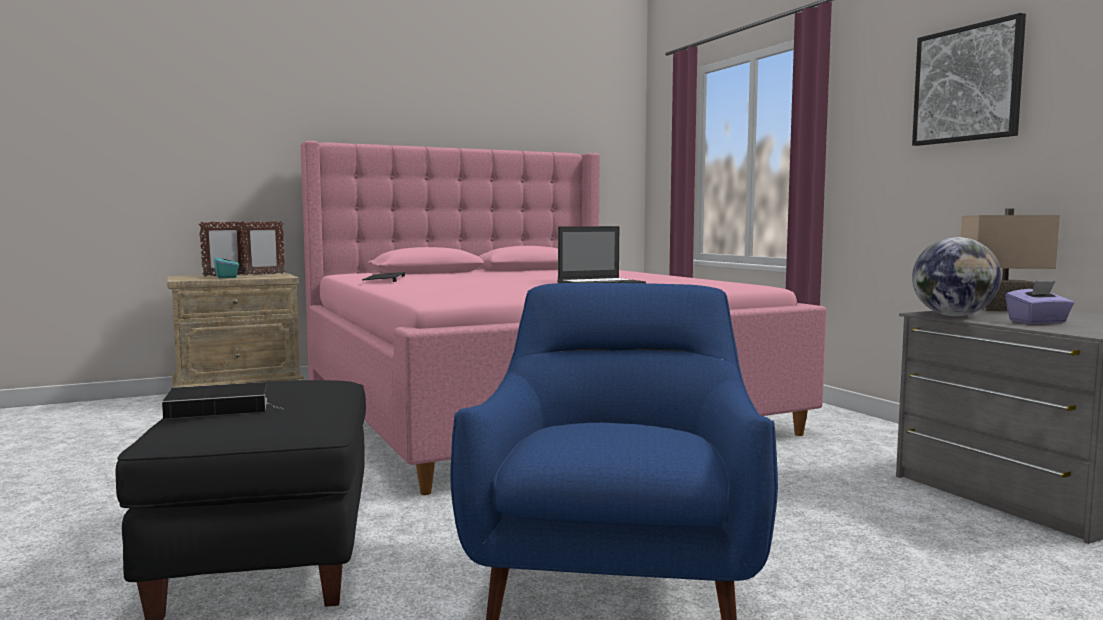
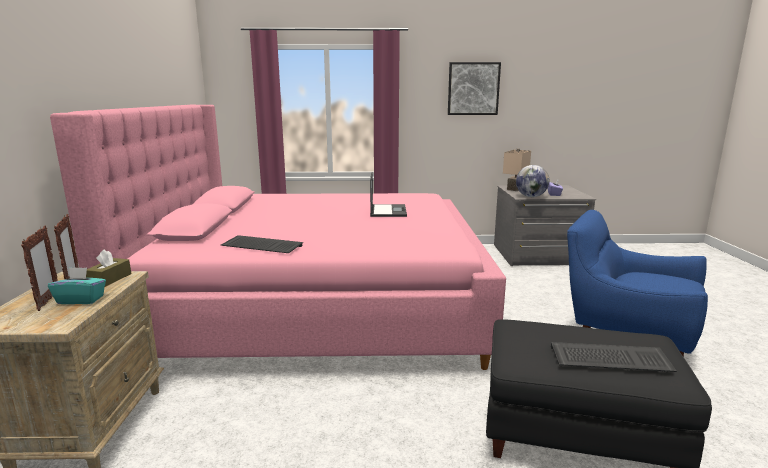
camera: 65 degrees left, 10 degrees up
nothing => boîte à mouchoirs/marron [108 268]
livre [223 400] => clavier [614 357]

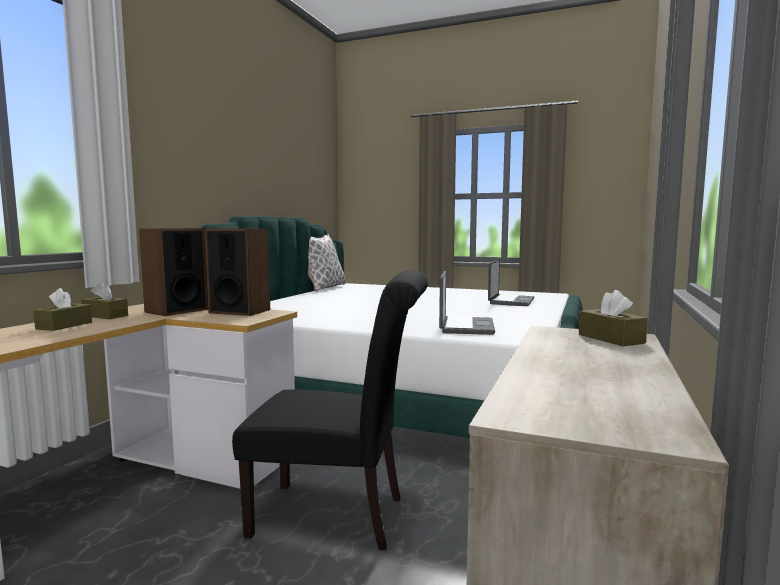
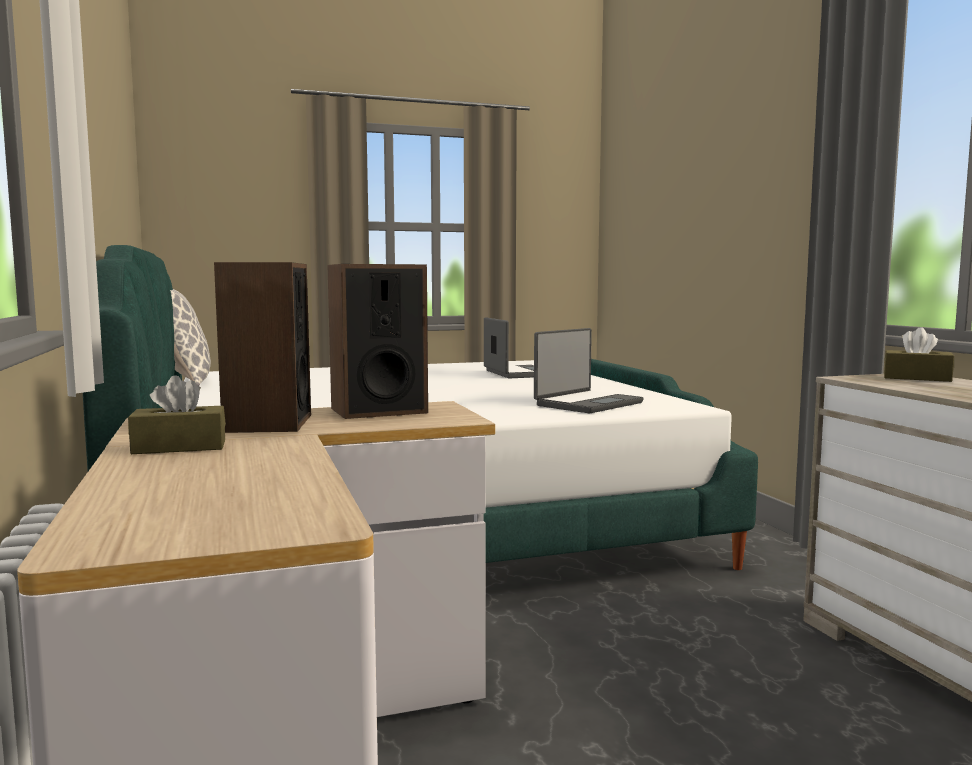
camera: 40 degrees left, 0 degrees up
boîte à mouchoirs/marron [62 309] => nothing
chaise/noir [330 410] => nothing
ordinateur portable [467 303] => ordinateur portable [589 371], 75 degrees clockwise

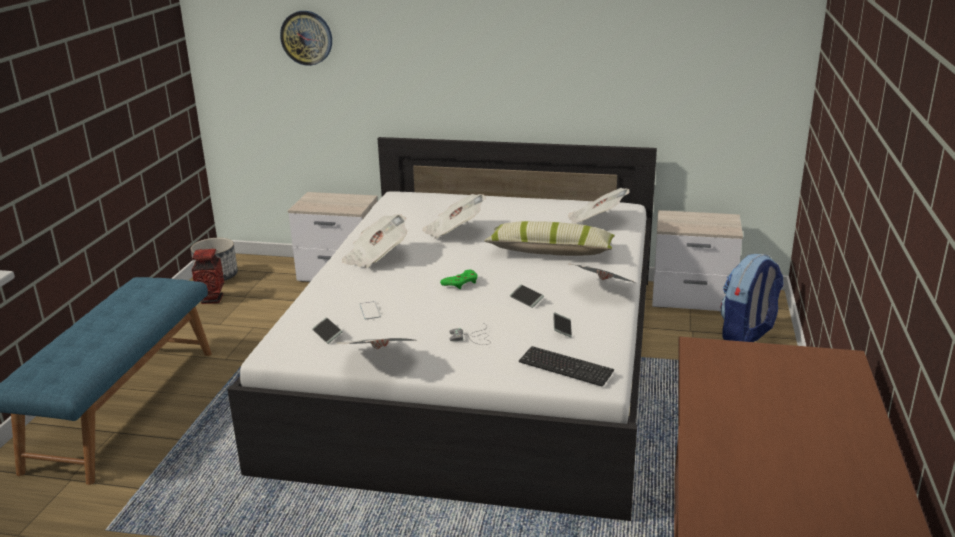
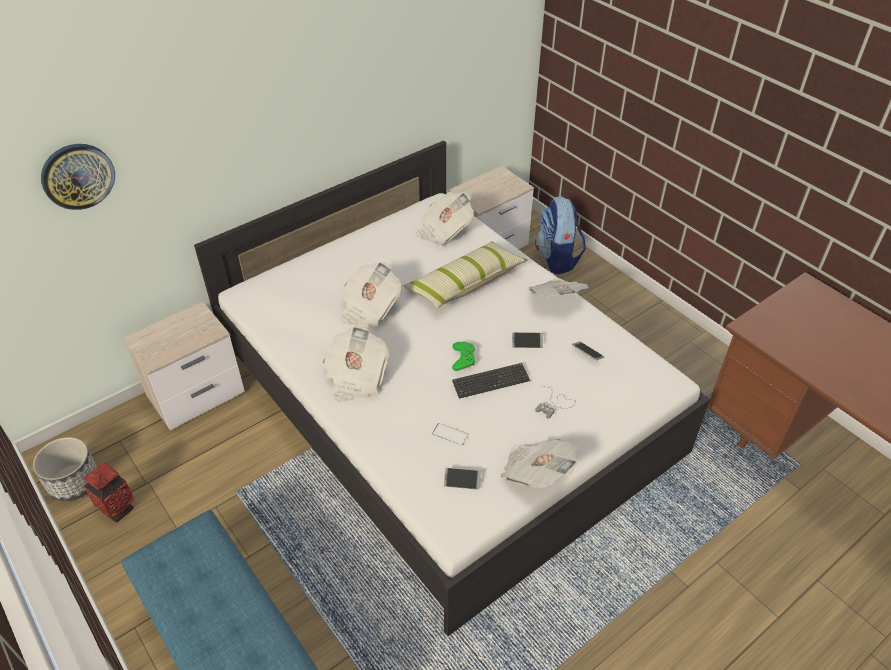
camera: 50 degrees left, 20 degrees up
clavier [566 366] => clavier [491 381], shifted

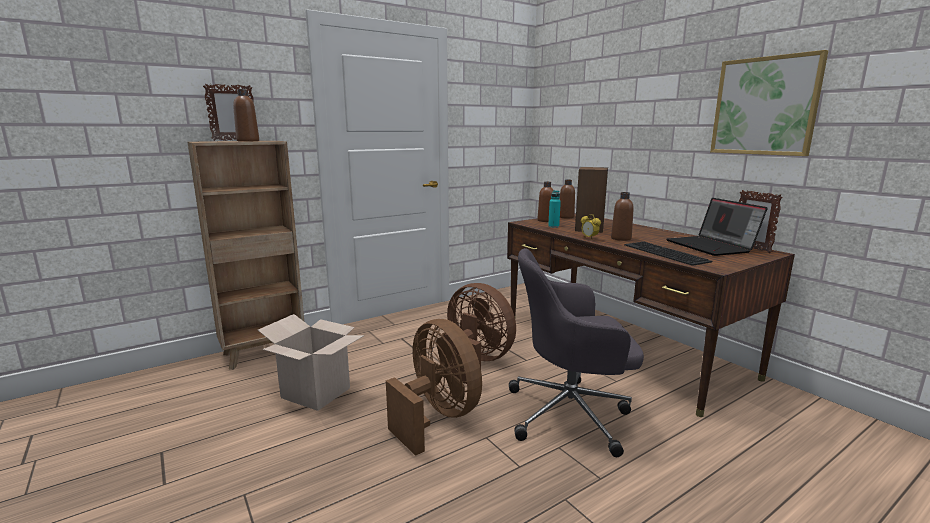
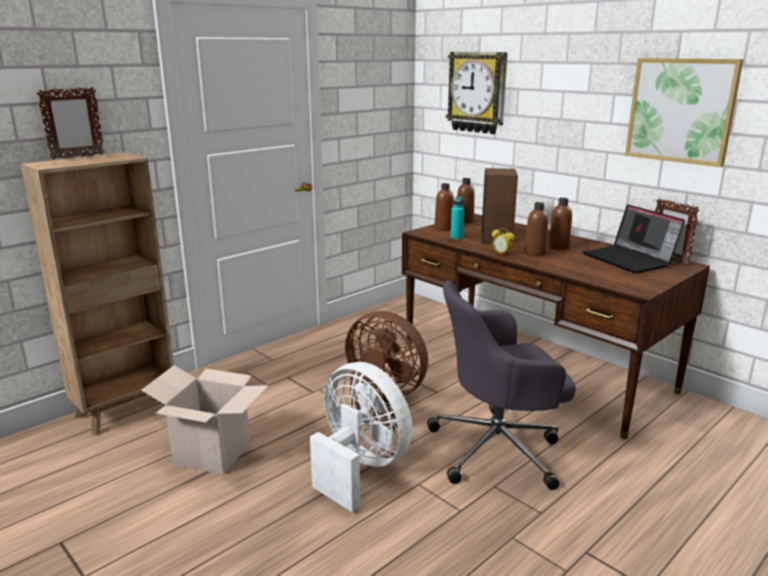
camera: 10 degrees left, 5 degrees up
clavier [668 254] => nothing
nothing => horloge murale [476 93]
bouteille/marron [246 115] => bouteille/marron [560 224], shifted
ventilateur/marron [434 387] => ventilateur/blanc [361 437]

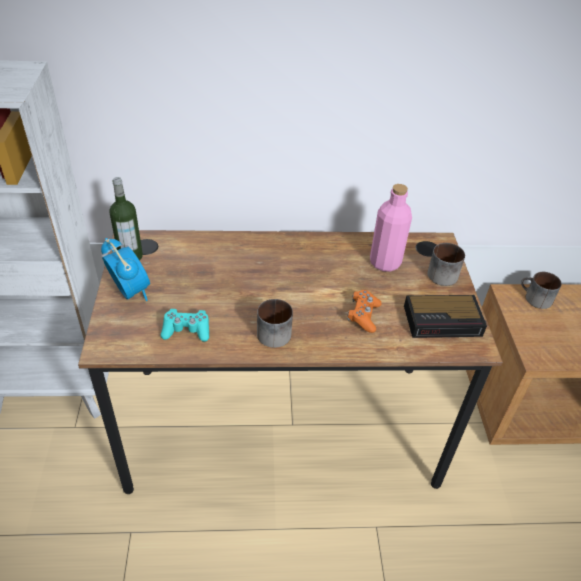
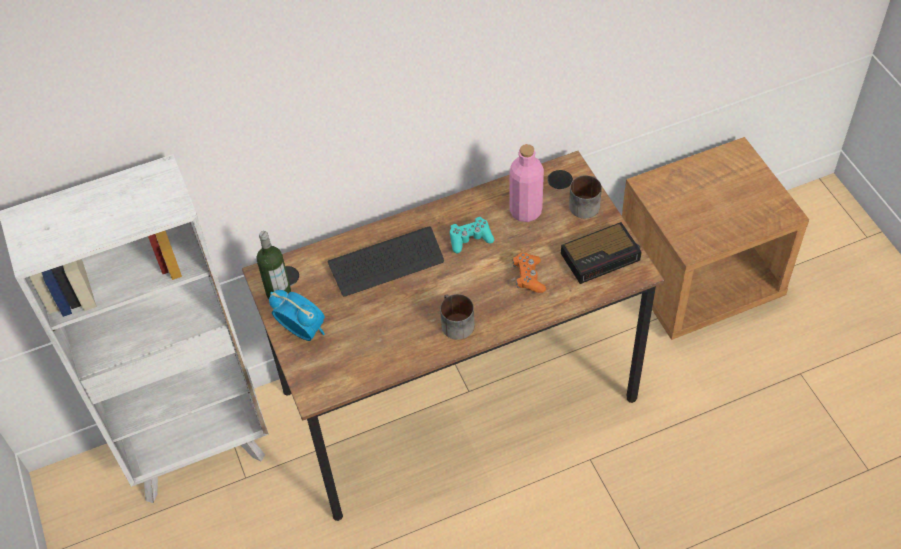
camera: 15 degrees left, 10 degrees up
mug [541 290] => nothing
nothing => clavier [385 262]
manette/turquoise [184 325] => manette/turquoise [472 235], shifted

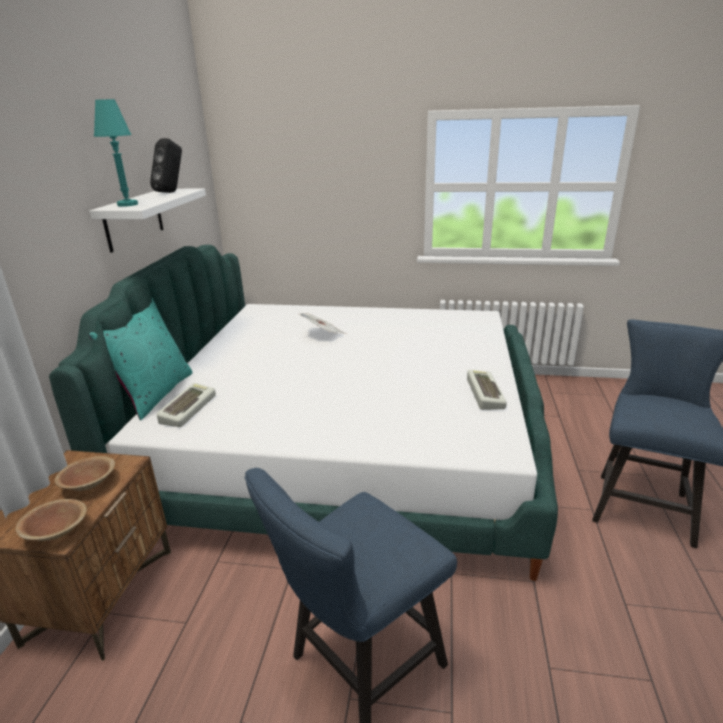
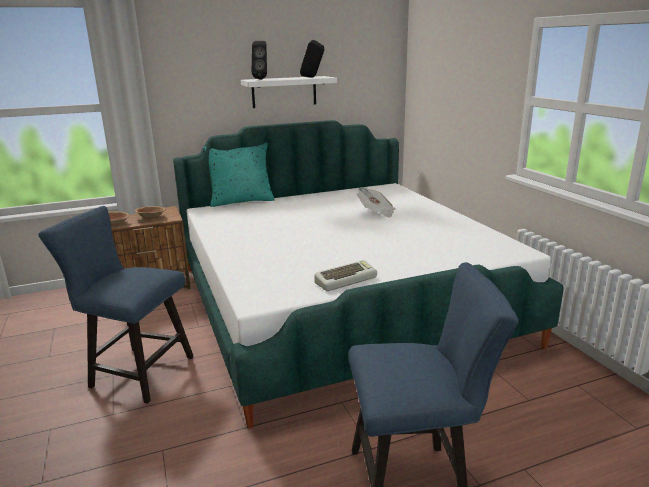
camera: 60 degrees right, 5 degrees down
clavier [186 405] => nothing
lampe de table/turquoise [116 153] => enceinte/noir [259 60]

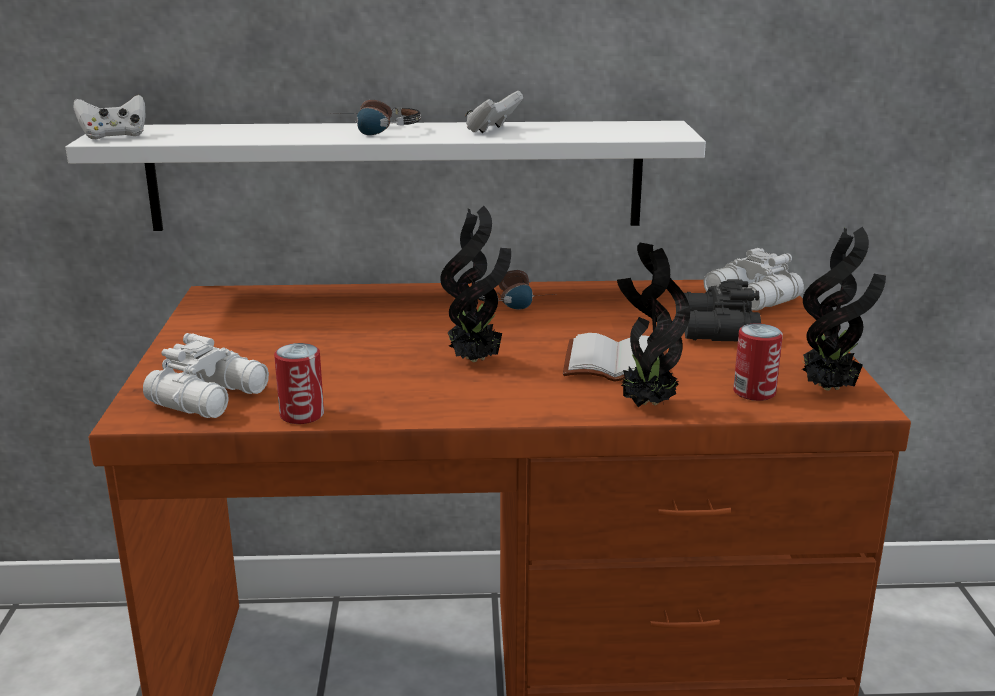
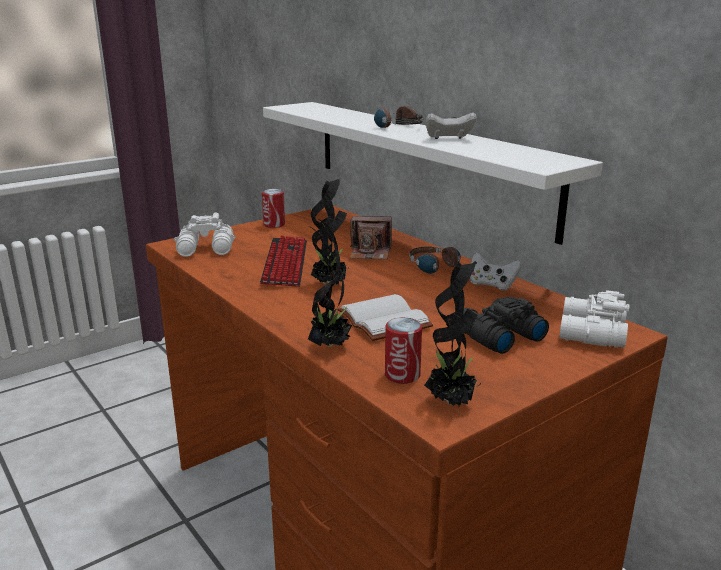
camera: 55 degrees right, 0 degrees up
nothing => clavier [283 261]
nothing => appareil photo [371 238]
manette/blanc [110 117] => manette/blanc [496 271], shifted
boîte métallique [299 383] => boîte métallique [273 208], shifted

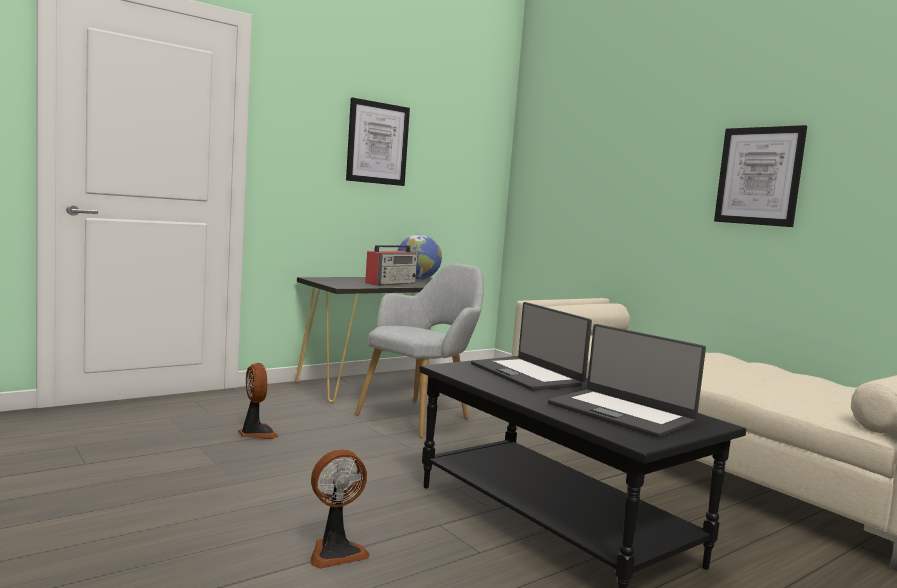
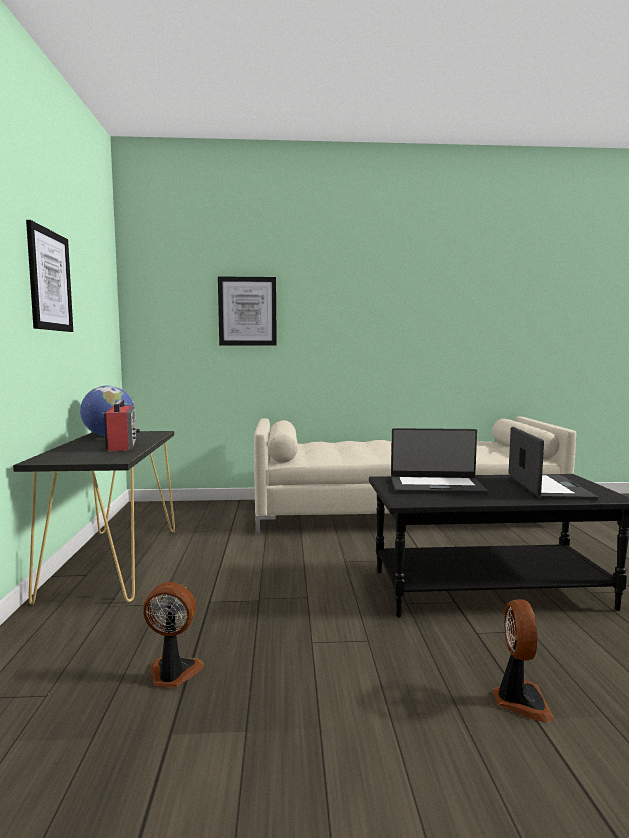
camera: 55 degrees left, 0 degrees up
fauteuil/gris [419 350] => nothing
tableau [760 176] => tableau [247 311], shifted
ordinateur portable [627 381] => ordinateur portable [553 463], 75 degrees counterclockwise

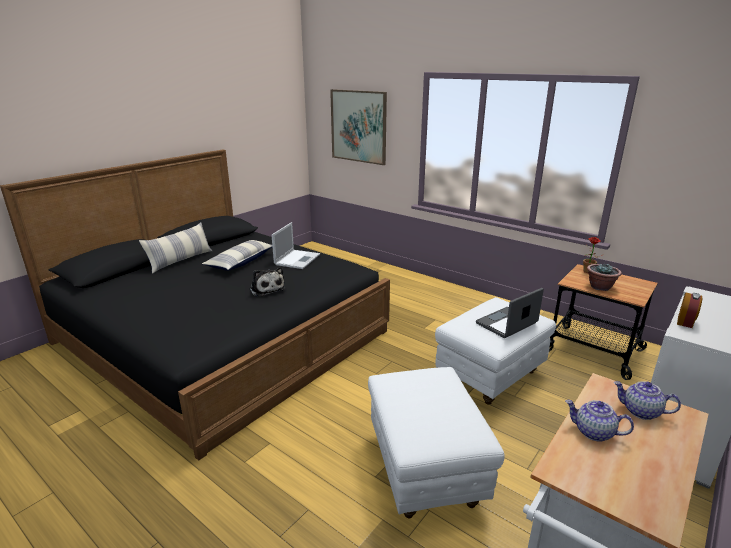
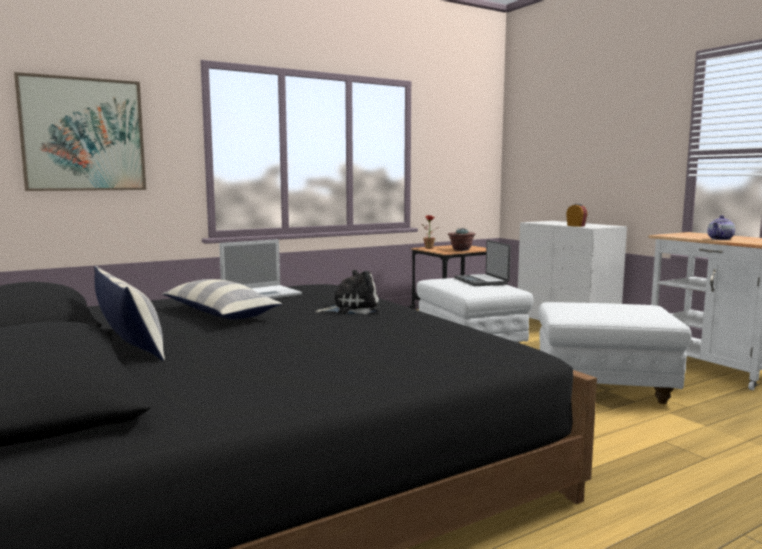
camera: 70 degrees left, 15 degrees down
théière [647 400] => nothing
ordinateur portable [296 245] => ordinateur portable [260 269], 105 degrees clockwise

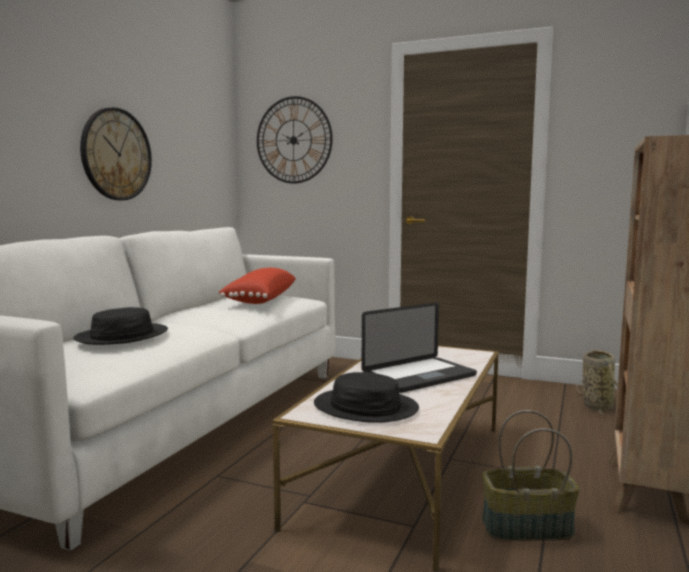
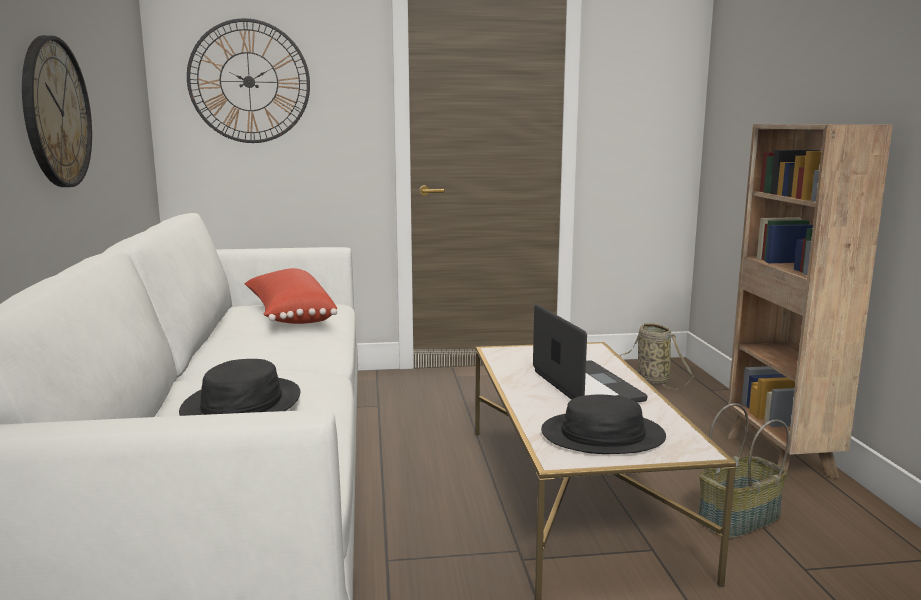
camera: 30 degrees left, 5 degrees up
ordinateur portable [419 348] => ordinateur portable [590 353], 45 degrees counterclockwise

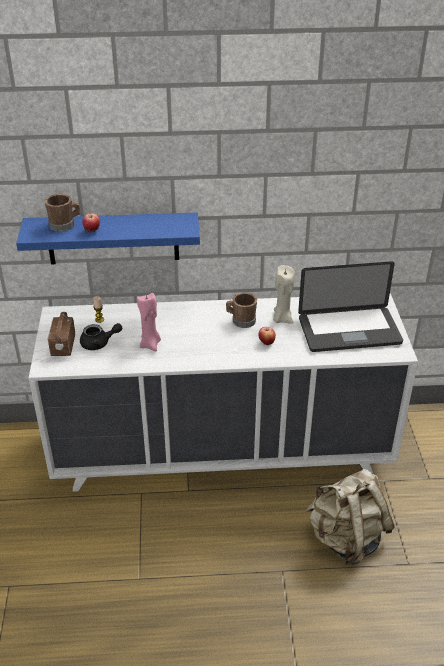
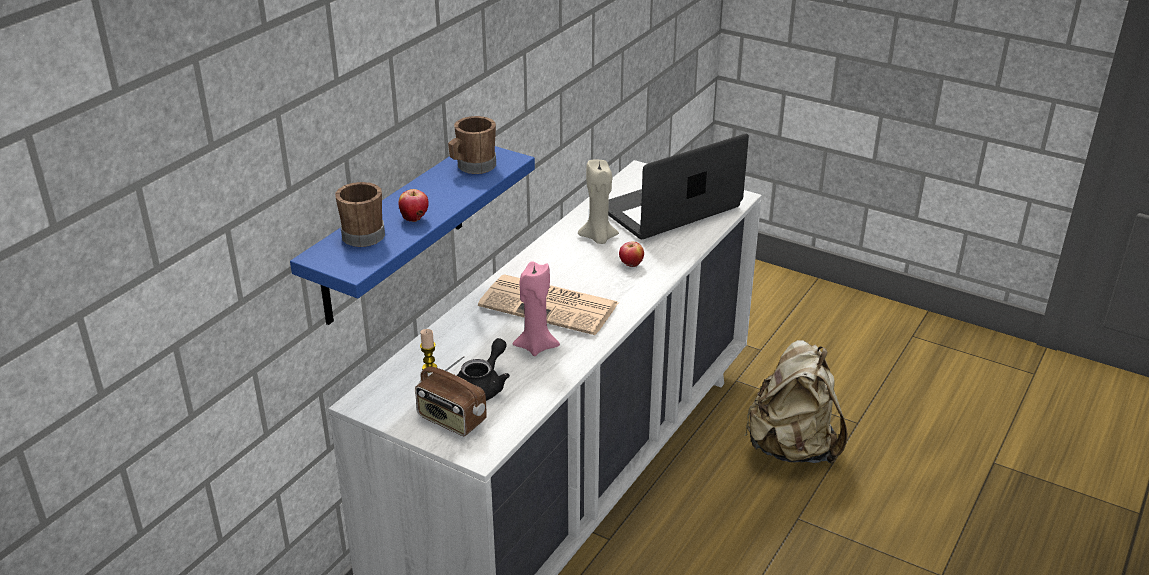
camera: 55 degrees left, 5 degrees down
nothing => journal [548 304]
mug/marron [241 310] => mug/marron [472 145], shifted
ordinateur portable [350 306] => ordinateur portable [678 186], 150 degrees counterclockwise

